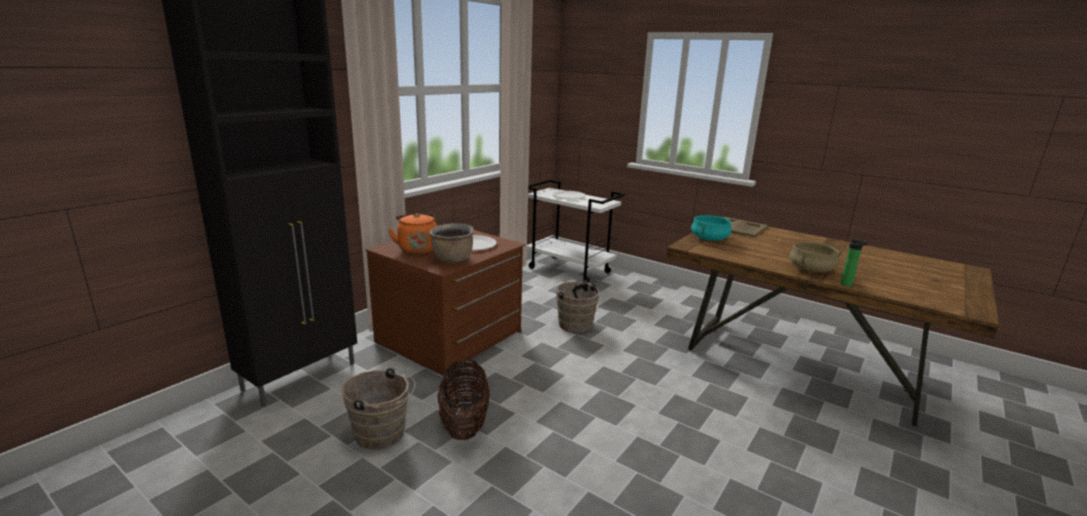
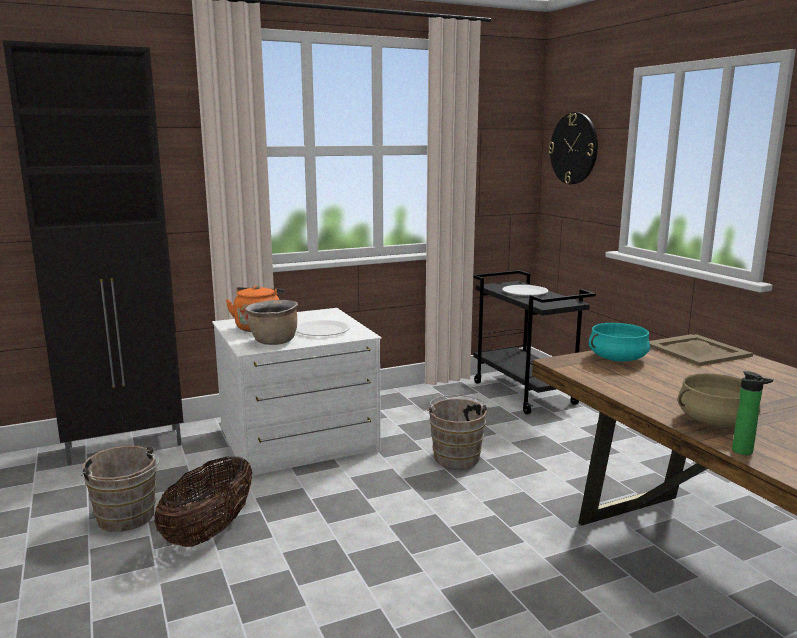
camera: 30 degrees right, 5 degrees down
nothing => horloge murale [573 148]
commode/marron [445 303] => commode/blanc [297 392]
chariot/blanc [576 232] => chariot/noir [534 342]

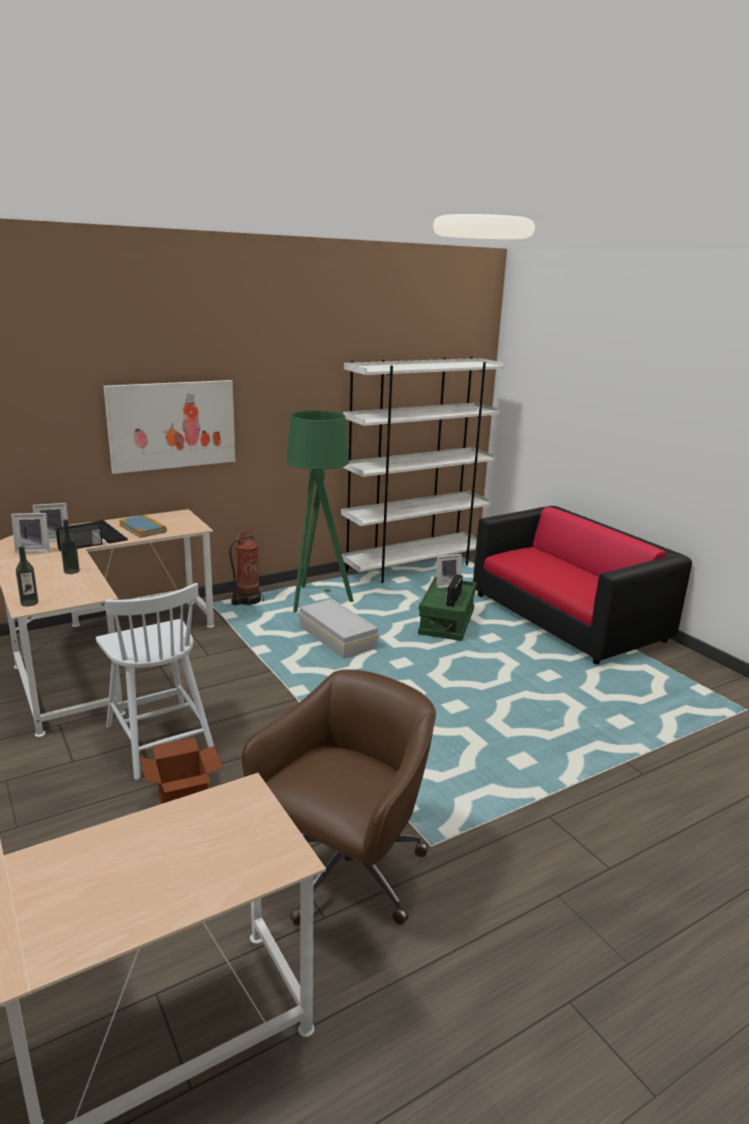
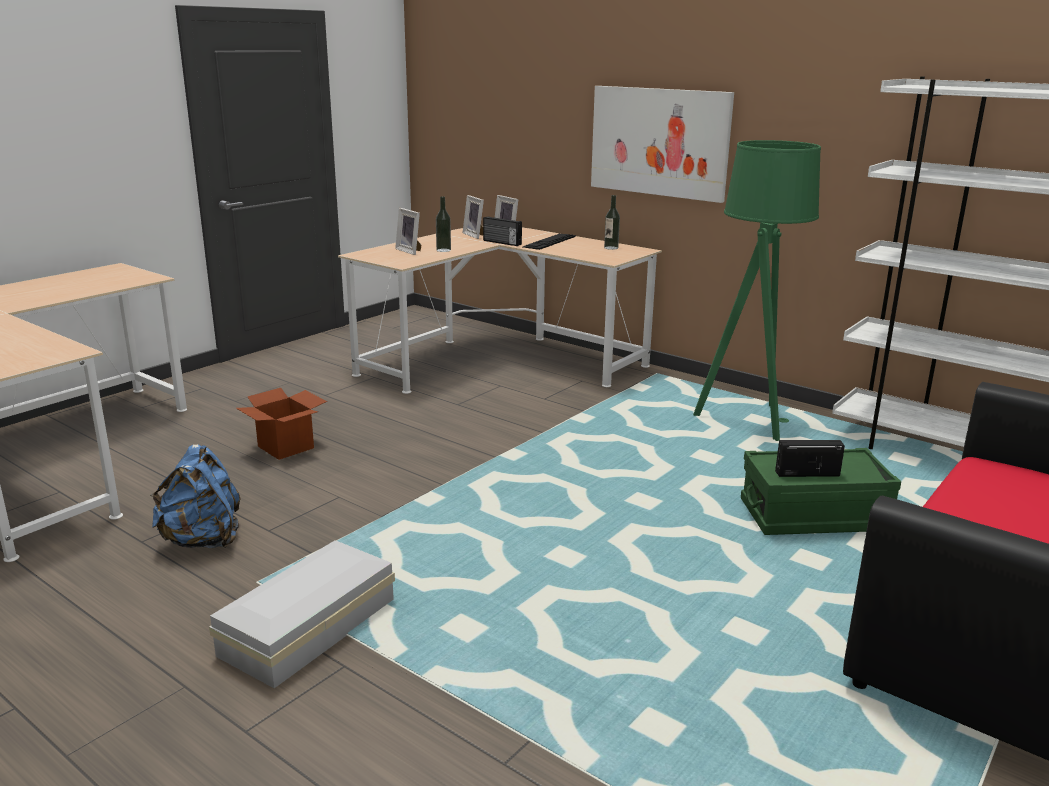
camera: 70 degrees right, 0 degrees up
chaise/blanc [155 681] => nothing
livre [143 526] => nothing
extincteur [246 567] => nothing
bouteille [27 576] => bouteille [612 222], shifted
boîte de rangement/blanc [339 629] => boîte de rangement/blanc [302 614], shifted
cadre photo [449 571] => cadre photo [408 231], shifted
chaise de bureau/marron [339 797] => sac à dos/bleu [195 496]

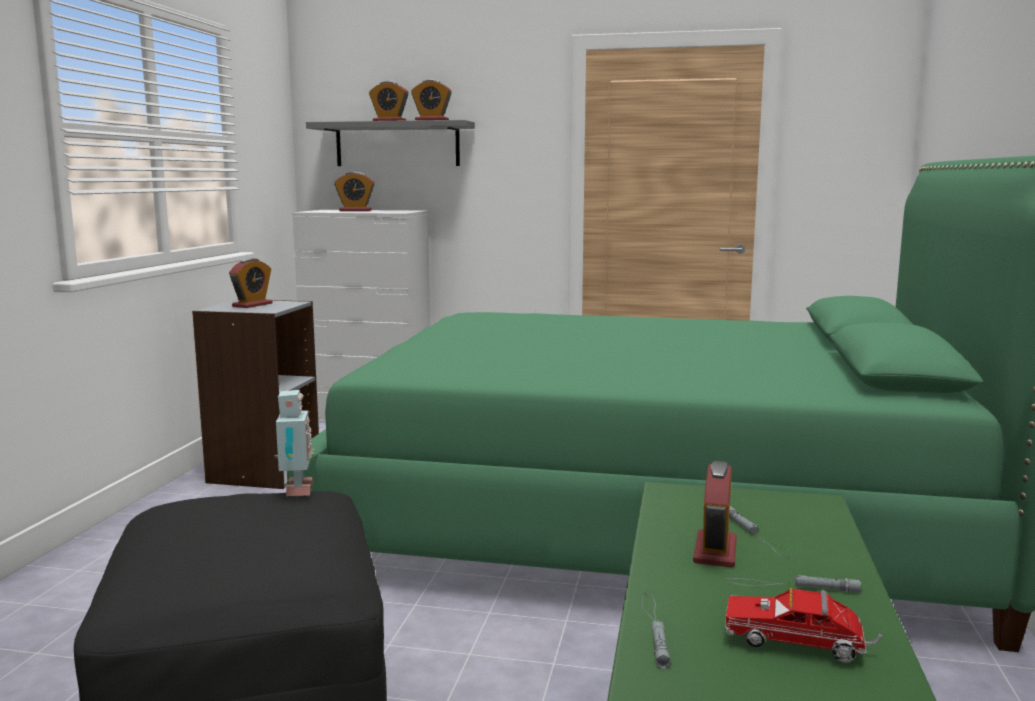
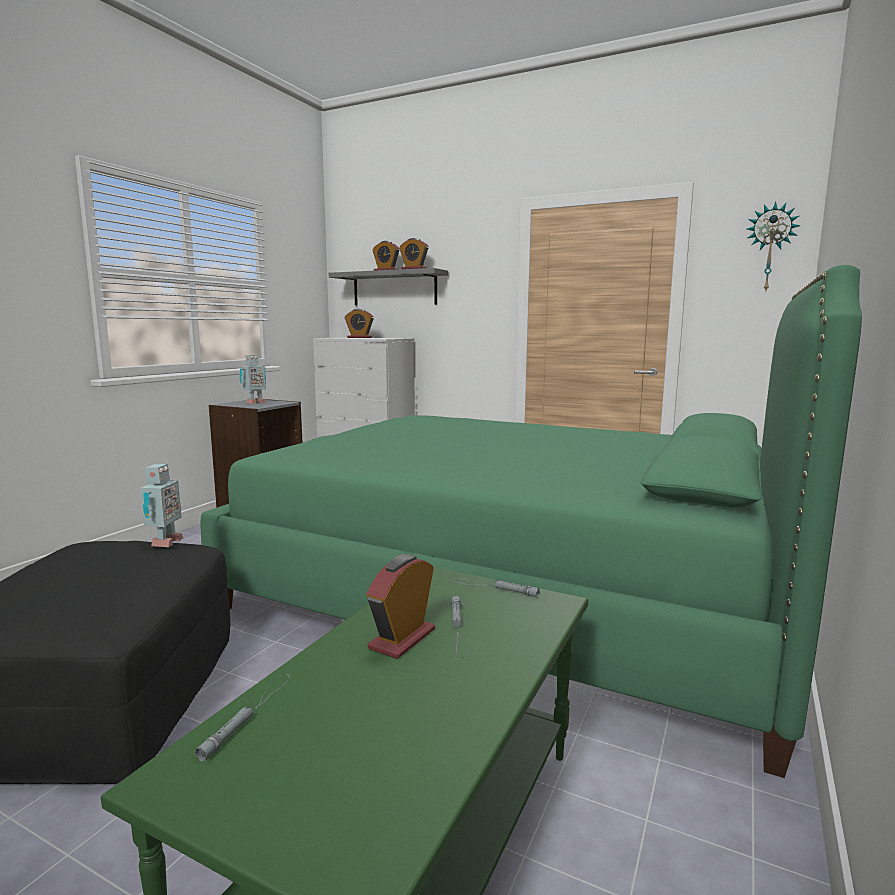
camera: 15 degrees right, 0 degrees up
camion jouet [803 625] => nothing
nothing => horloge murale [774 247]
lampe de poche/gris [793 584] => lampe de poche/gris [495 587], shifted
réveil [250 283] => robot jouet [252 379]

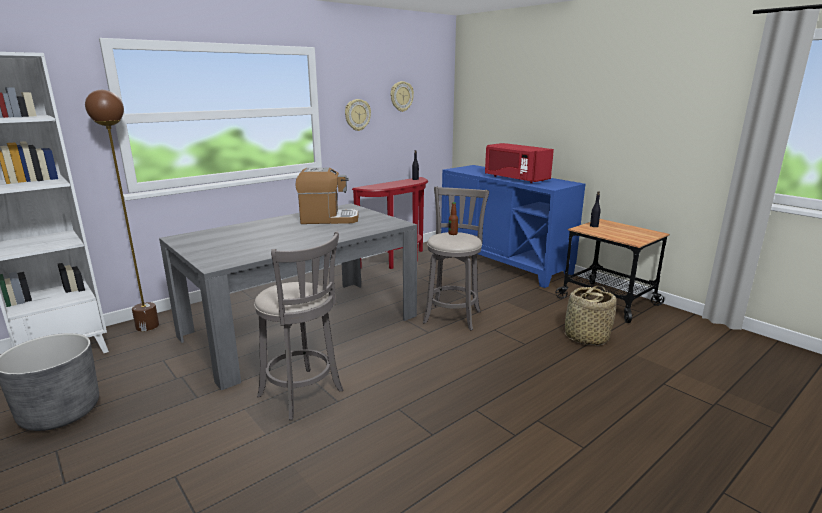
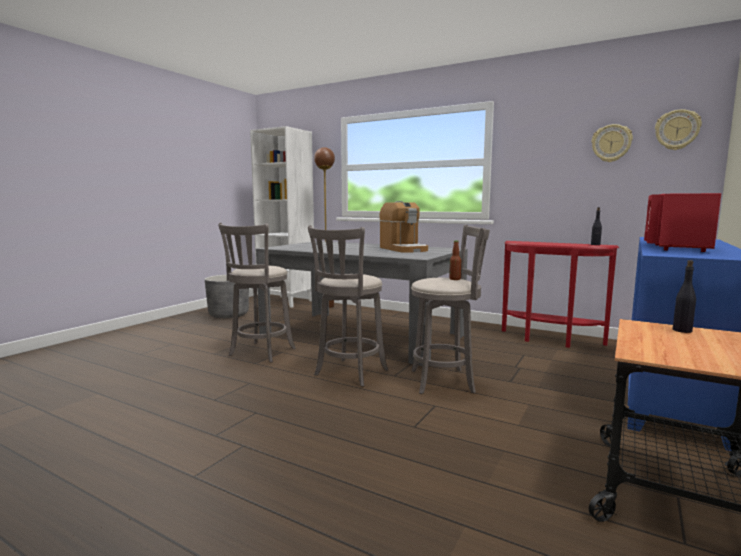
camera: 70 degrees right, 10 degrees down
panier [589 316] => nothing
nothing => tabouret/gris [348 306]
horloge murale [358 115] => horloge murale [678 129], shifted

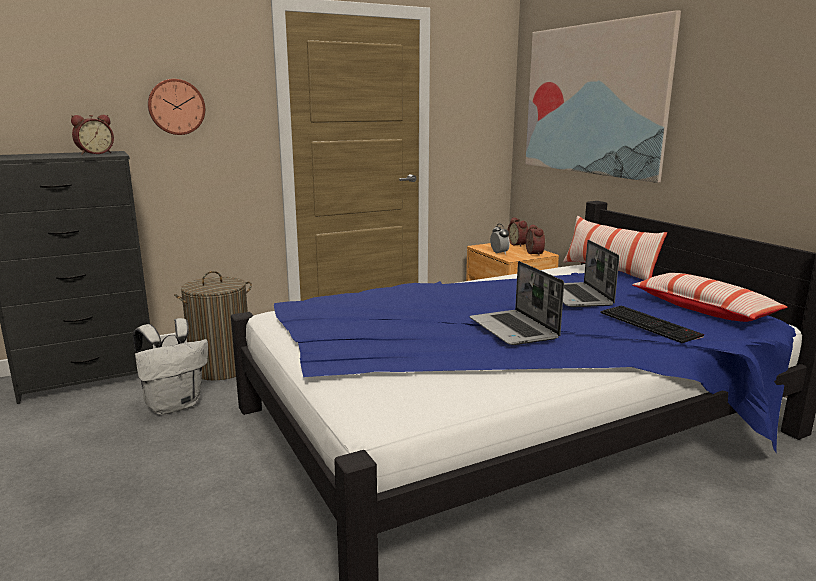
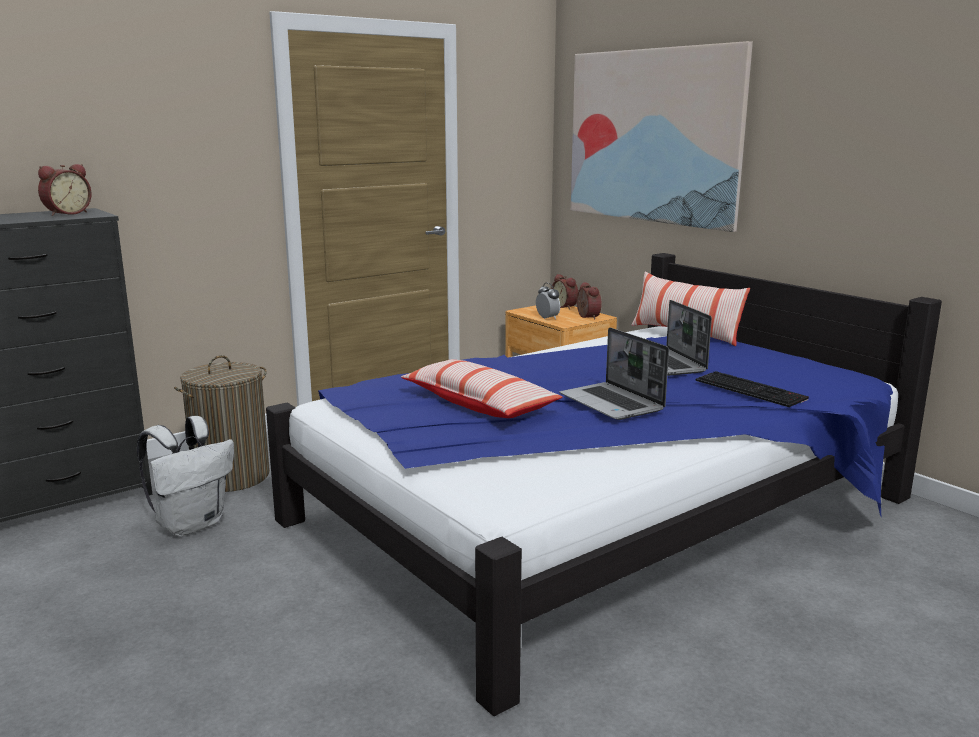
camera: 10 degrees left, 0 degrees up
horloge murale [176 107] => nothing
coussin [709 297] => coussin [482 388], shifted

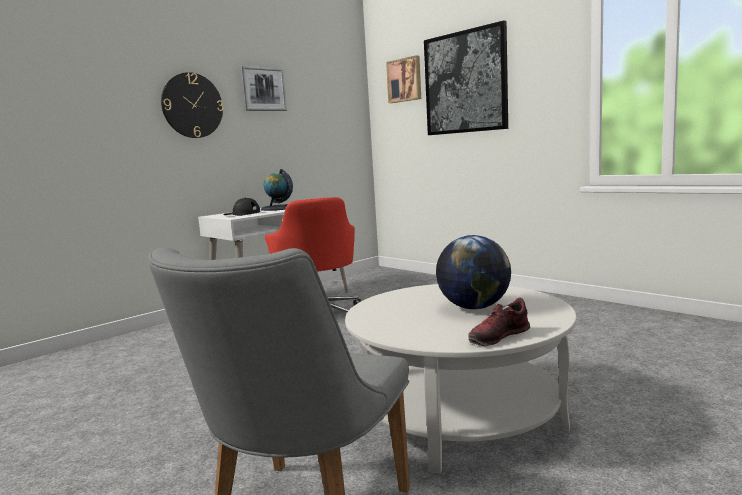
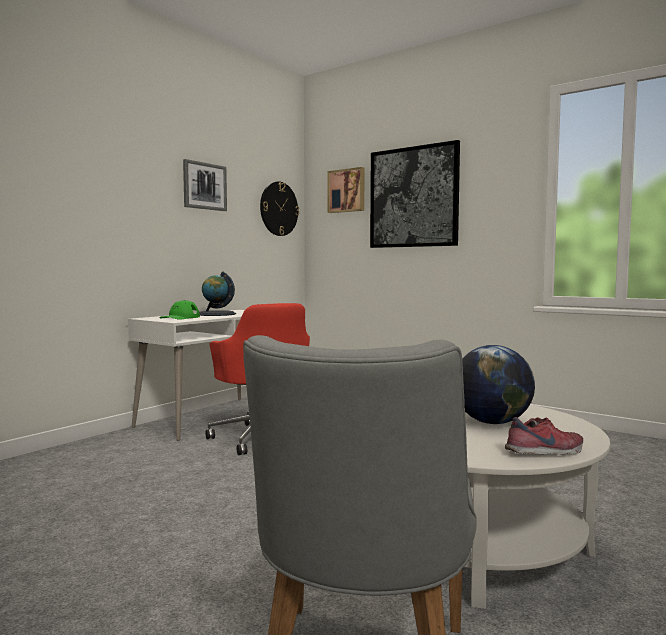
camera: 10 degrees left, 5 degrees down
horloge murale [192 105] => horloge murale [279 208], shifted
casquette/noir [241 207] => casquette/vert [179 310]
chaussure [499 321] => chaussure [544 435], 150 degrees counterclockwise

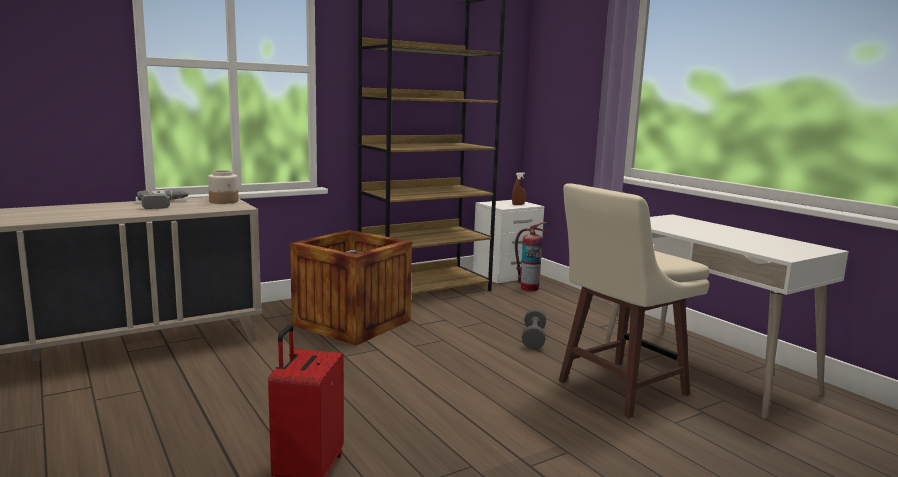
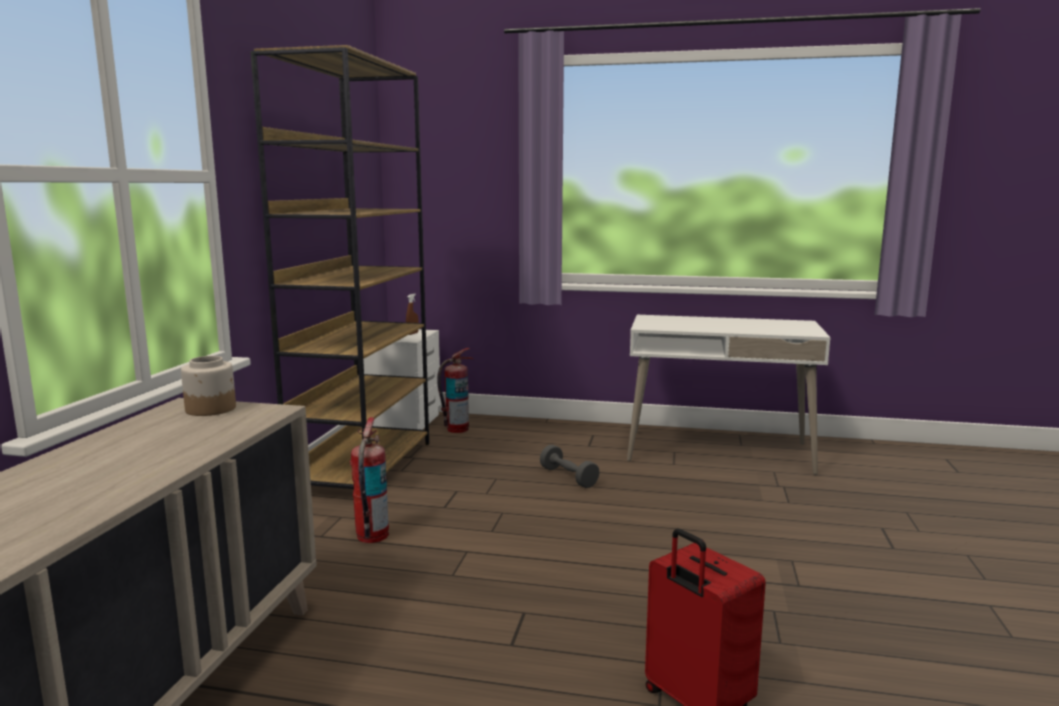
camera: 45 degrees left, 0 degrees up
perceuse [163 199] => nothing
tabouret/beige [634 300] => nothing
caisse [351 287] => extincteur [369 480]

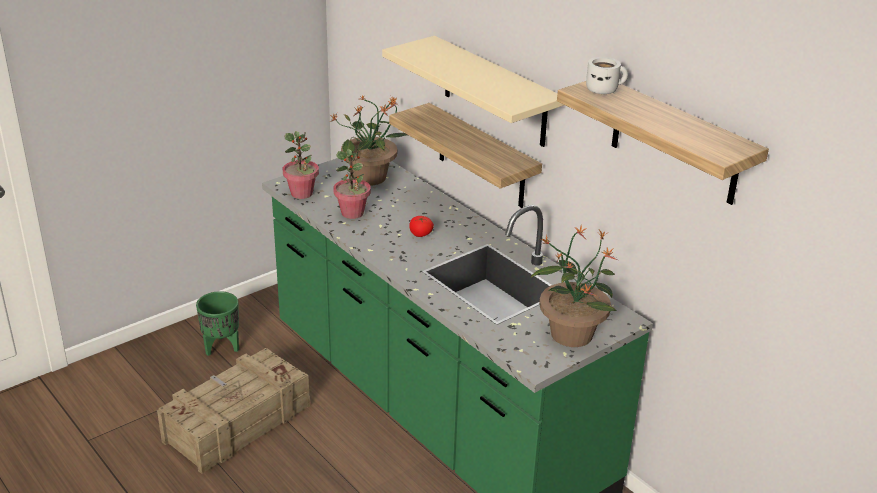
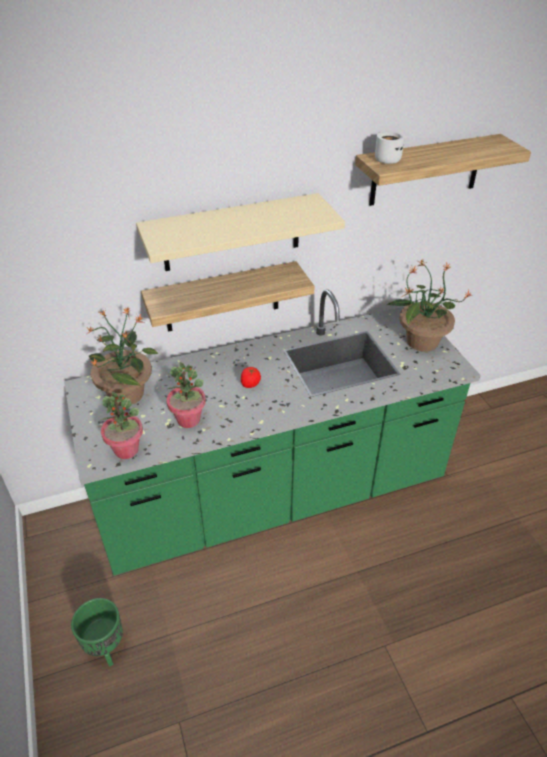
camera: 70 degrees left, 10 degrees up
caisse [233 411] => nothing

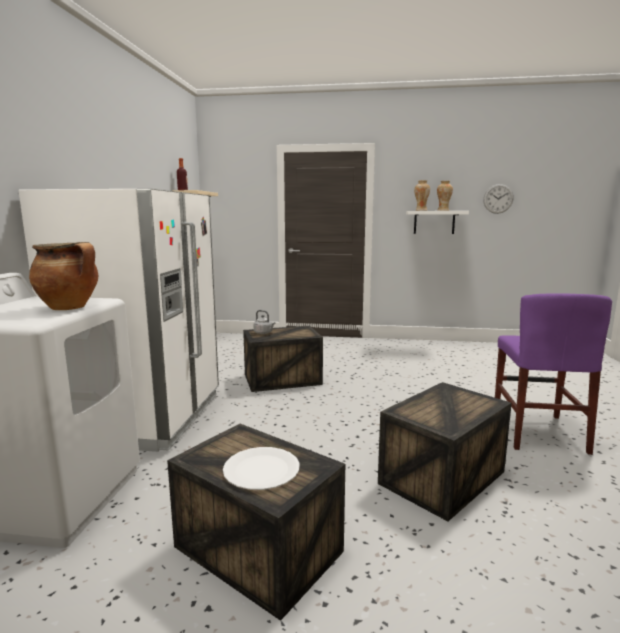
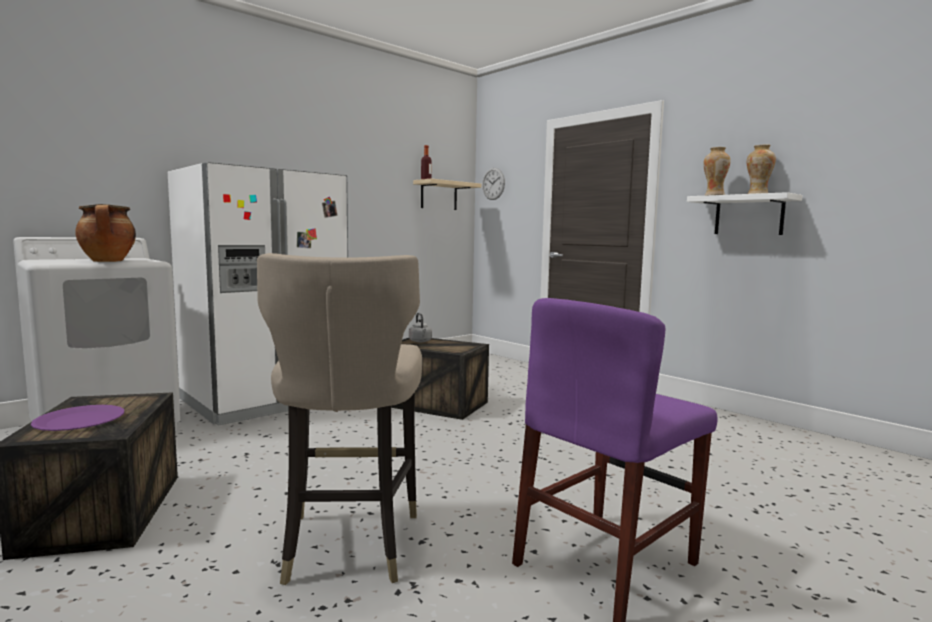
camera: 40 degrees right, 5 degrees down
horloge murale [498 199] => horloge murale [493 184], shifted
caisse [445 451] => tabouret/beige [339 419]
assiette/blanc [261 468] => assiette/violet [77 418]

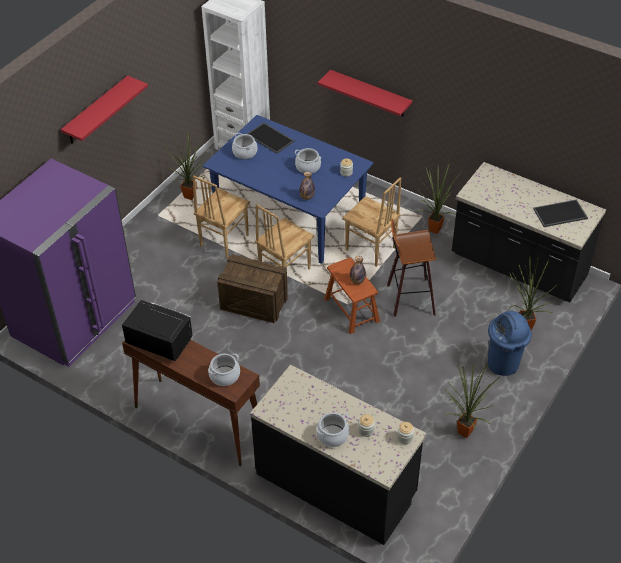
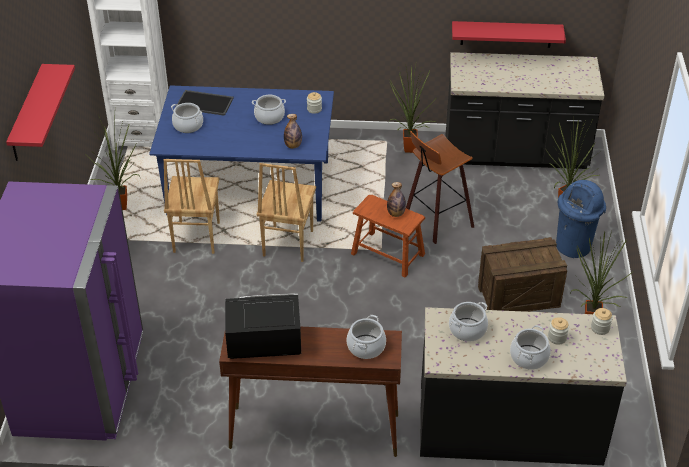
camera: 30 degrees left, 5 degrees down
chaise/marron [371 222] => nothing
plateau [560 213] => nothing
nothing => marmite [468 322]
caisse [252 288] => caisse [522 274], shifted
étagère/rouge [365 93] => étagère/rouge [509 34], shifted

